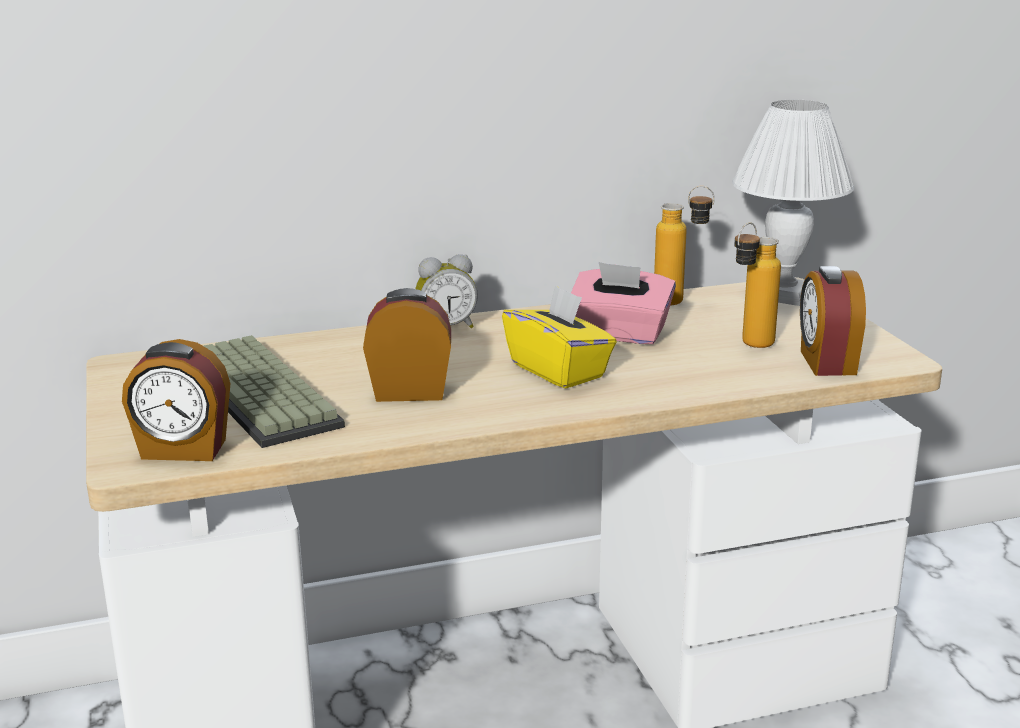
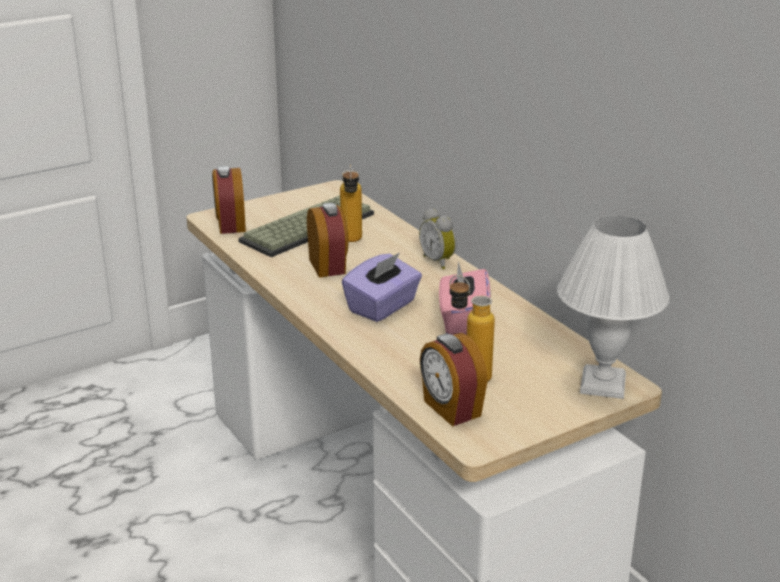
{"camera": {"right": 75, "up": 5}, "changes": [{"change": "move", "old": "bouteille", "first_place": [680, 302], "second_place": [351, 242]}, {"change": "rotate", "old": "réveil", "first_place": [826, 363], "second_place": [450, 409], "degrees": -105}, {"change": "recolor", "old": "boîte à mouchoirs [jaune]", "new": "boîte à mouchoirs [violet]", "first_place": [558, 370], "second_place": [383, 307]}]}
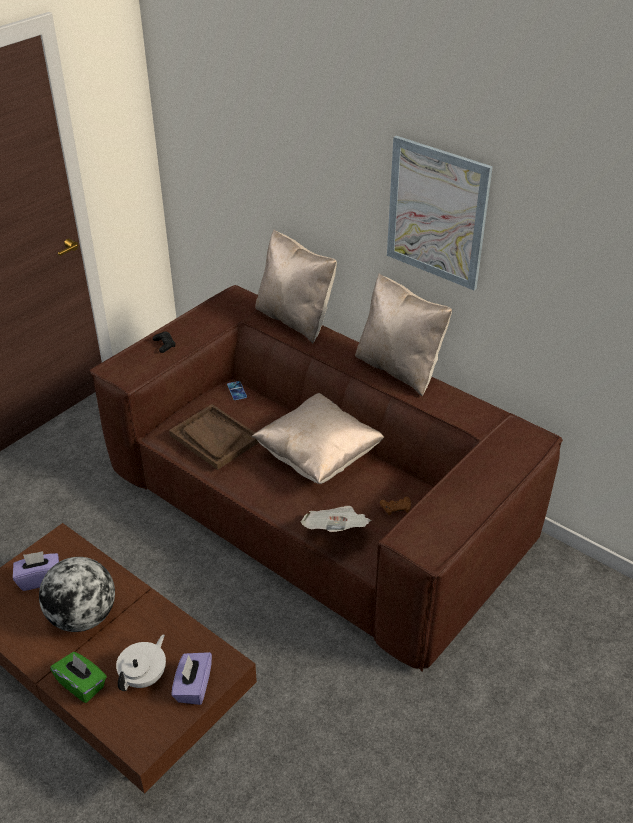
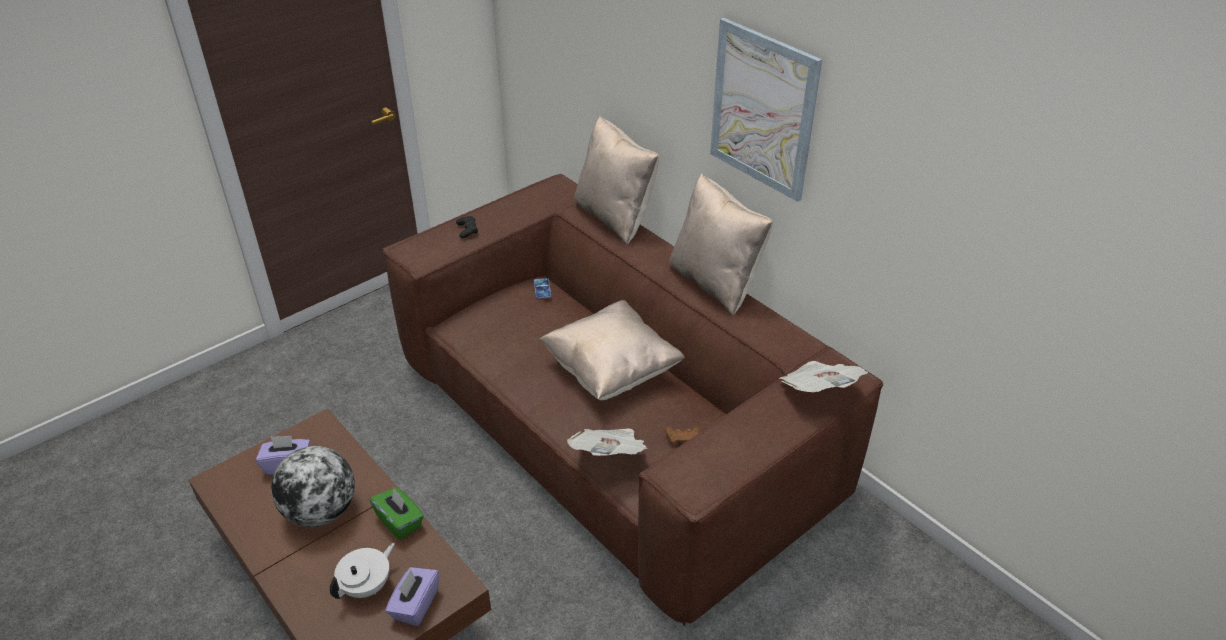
{"camera": {"right": 10, "up": 0}, "changes": [{"change": "delete", "old": "plateau [marron]", "first_place": [214, 438]}, {"change": "move", "old": "boîte à mouchoirs [vert]", "first_place": [82, 685], "second_place": [400, 522]}, {"change": "insert", "new": "journal", "second_place": [819, 391]}]}
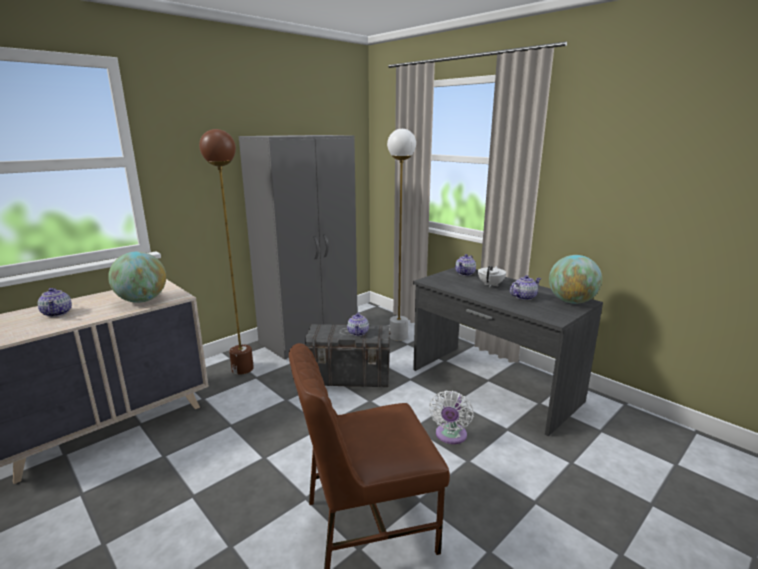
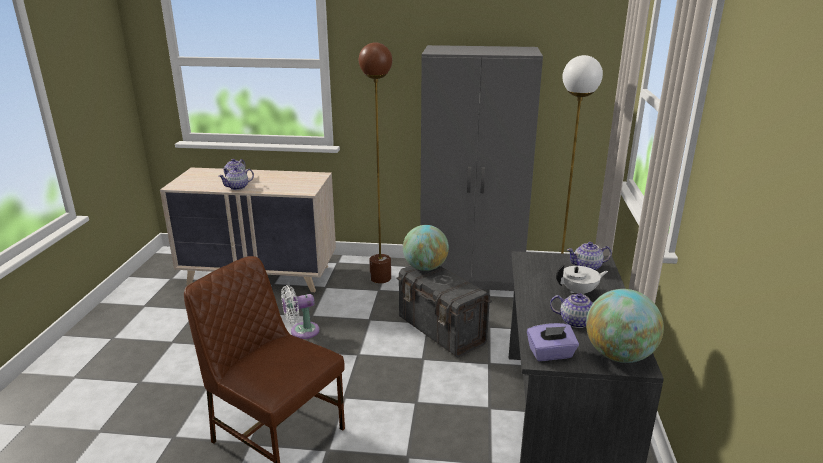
{"camera": {"right": 50, "up": 5}, "changes": [{"change": "move", "old": "globe", "first_place": [142, 300], "second_place": [425, 268]}, {"change": "move", "old": "théière", "first_place": [358, 333], "second_place": [238, 187]}, {"change": "move", "old": "ventilateur [blanc]", "first_place": [450, 436], "second_place": [301, 331]}, {"change": "insert", "new": "boîte à mouchoirs [violet]", "second_place": [551, 354]}]}
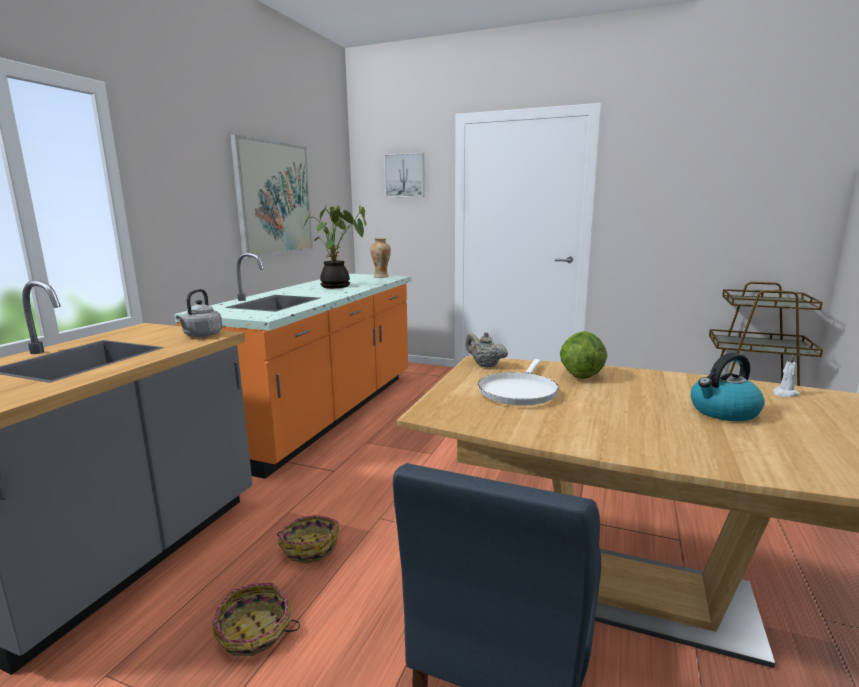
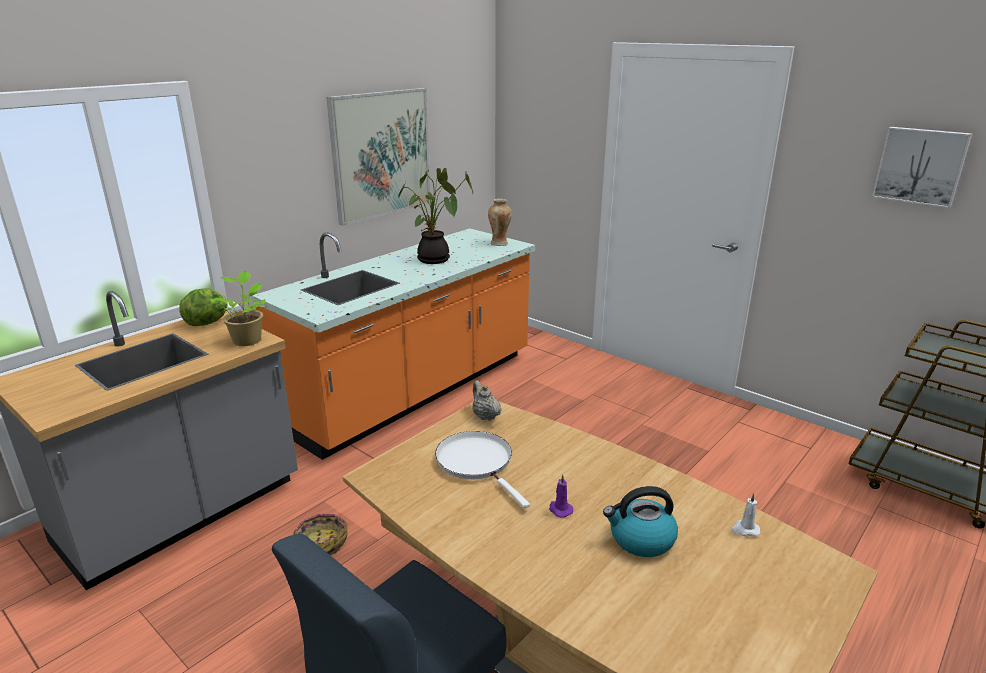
{"camera": {"right": 20, "up": 10}, "changes": [{"change": "move", "old": "tableau", "first_place": [405, 175], "second_place": [920, 166]}, {"change": "replace", "old": "bouilloire [gris]", "new": "plante en pot", "first_place": [201, 335], "second_place": [247, 340]}, {"change": "move", "old": "laitue", "first_place": [581, 375], "second_place": [208, 323]}, {"change": "rotate", "old": "poêle [blanc]", "first_place": [518, 391], "second_place": [477, 462], "degrees": 105}, {"change": "delete", "old": "panier", "first_place": [255, 632]}, {"change": "insert", "new": "bougie [violet]", "second_place": [560, 509]}]}
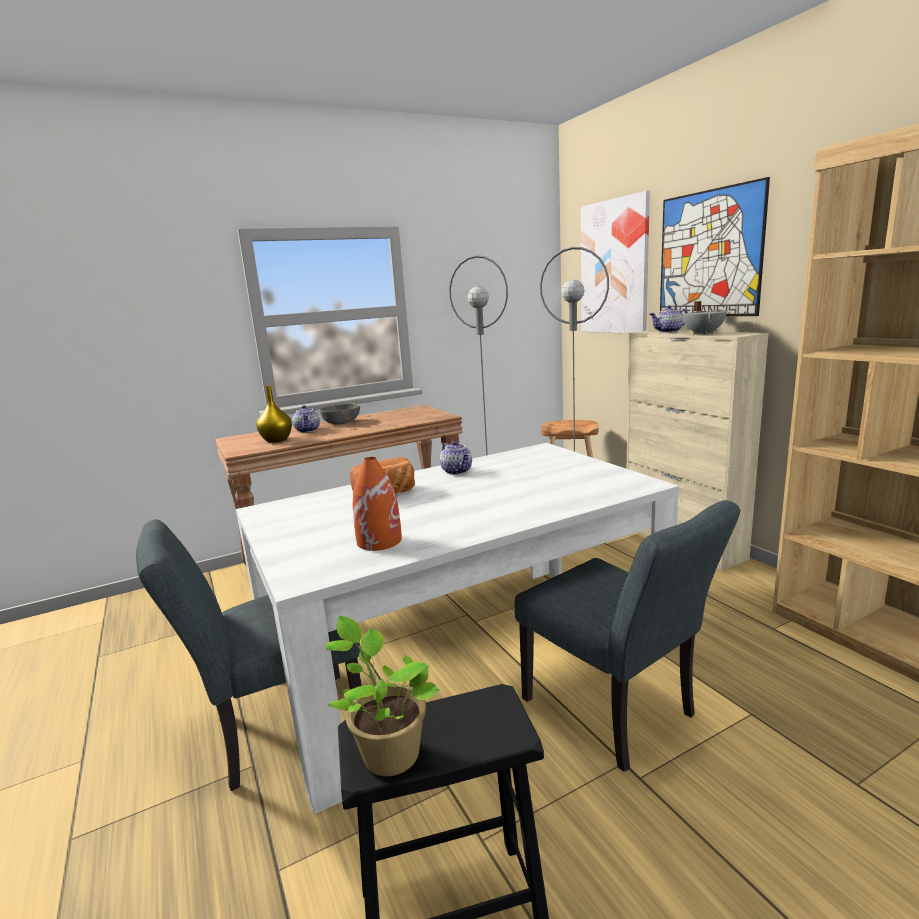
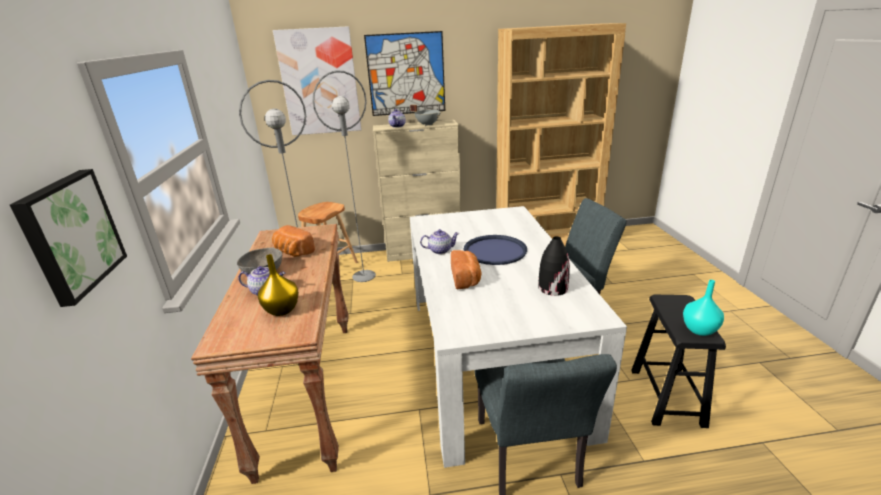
{"camera": {"right": -70, "up": 10}, "changes": [{"change": "recolor", "old": "vase [orange]", "new": "vase [noir]", "first_place": [379, 541], "second_place": [552, 288]}, {"change": "replace", "old": "plante en pot", "new": "vase [turquoise]", "first_place": [388, 752], "second_place": [700, 329]}, {"change": "insert", "new": "tableau", "second_place": [70, 235]}, {"change": "insert", "new": "pain", "second_place": [293, 252]}, {"change": "insert", "new": "plateau [bleu]", "second_place": [495, 250]}]}
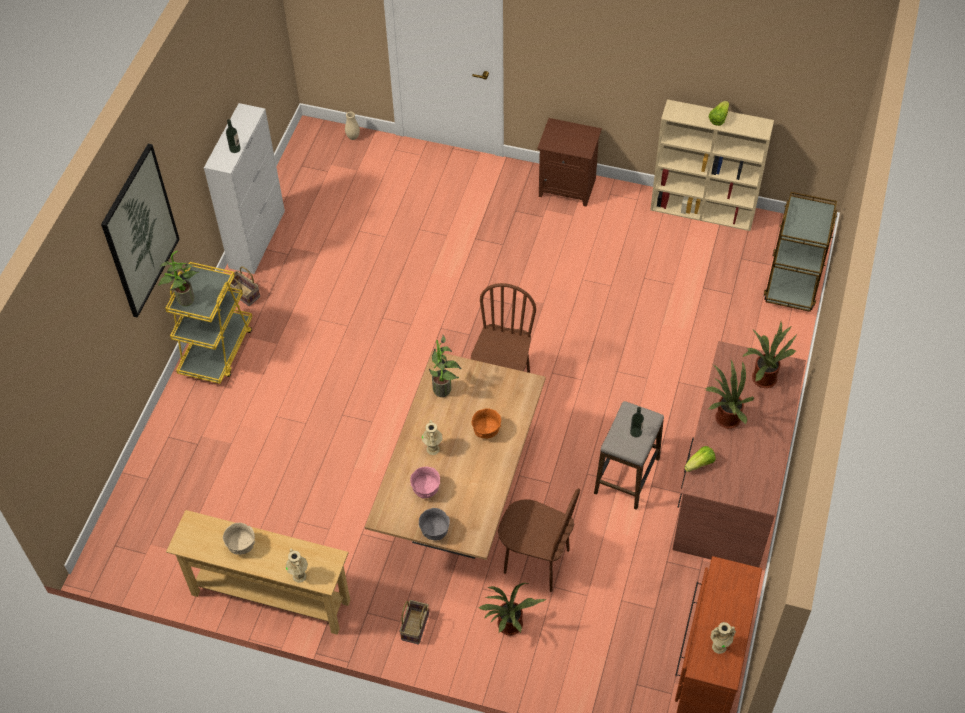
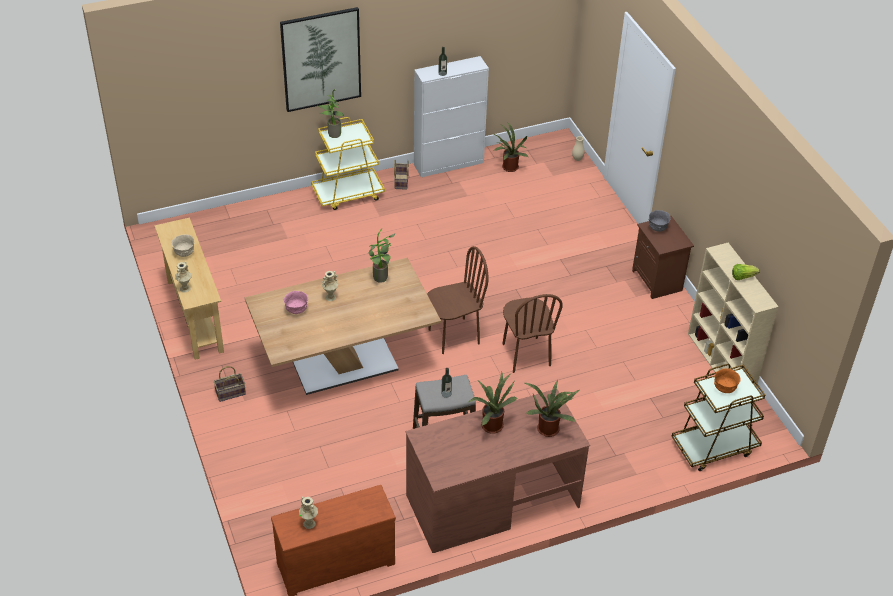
{"camera": {"right": 50, "up": -10}, "changes": [{"change": "move", "old": "bol [orange]", "first_place": [486, 431], "second_place": [724, 388]}, {"change": "delete", "old": "laitue", "first_place": [700, 464]}, {"change": "move", "old": "chaise [marron]", "first_place": [536, 562], "second_place": [525, 355]}, {"change": "move", "old": "bol [gris]", "first_place": [435, 532], "second_place": [657, 228]}, {"change": "move", "old": "plante en pot", "first_place": [509, 627], "second_place": [508, 168]}]}
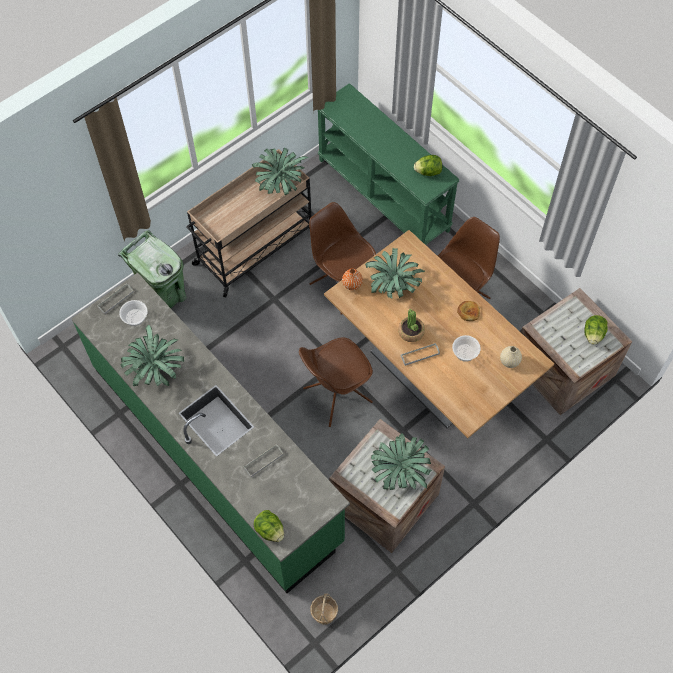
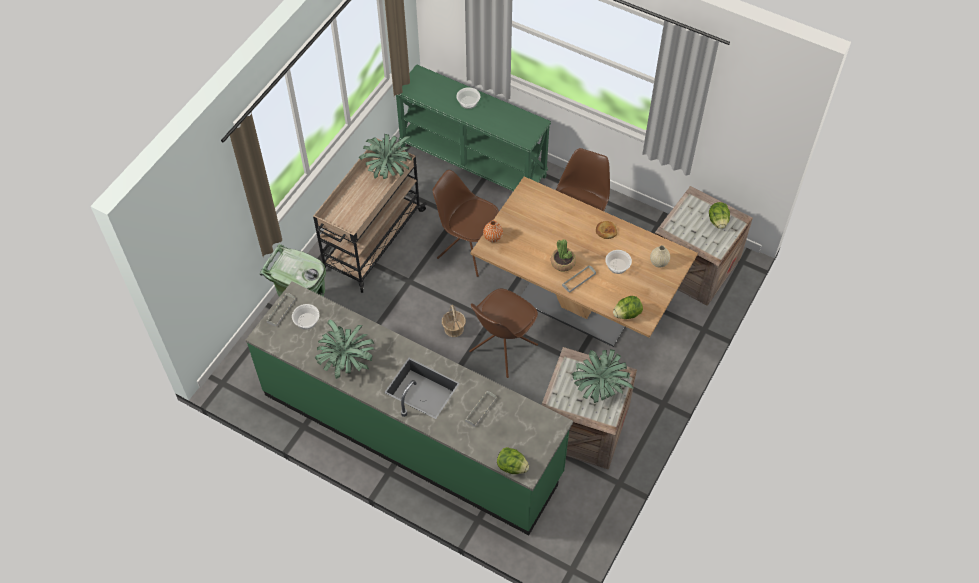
{"camera": {"right": -20, "up": -5}, "changes": [{"change": "move", "old": "laitue", "first_place": [428, 172], "second_place": [627, 314]}, {"change": "delete", "old": "plante en pot", "first_place": [393, 284]}, {"change": "move", "old": "panier", "first_place": [324, 613], "second_place": [453, 329]}, {"change": "insert", "new": "bol", "second_place": [468, 102]}]}
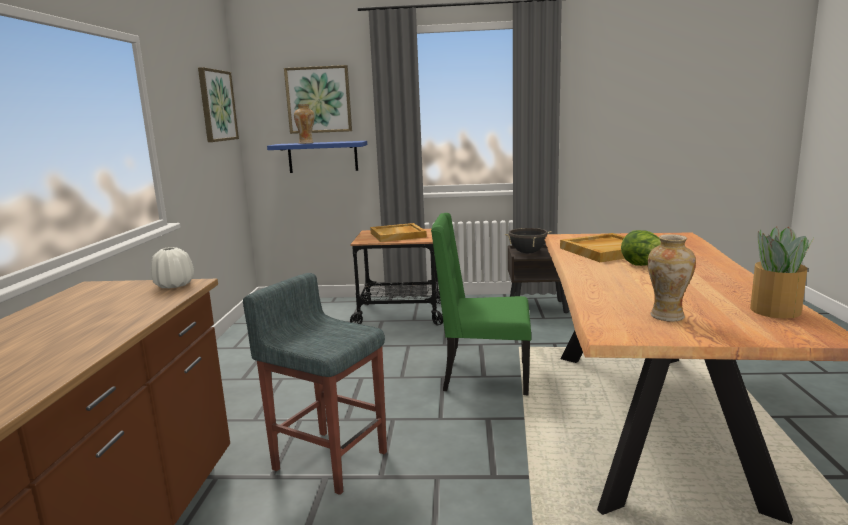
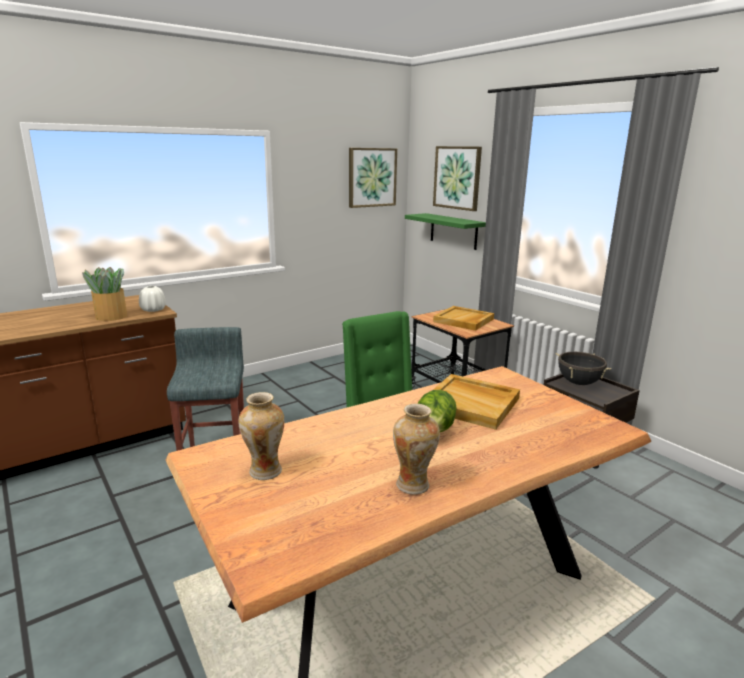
{"camera": {"right": 50, "up": 5}, "changes": [{"change": "move", "old": "vase", "first_place": [306, 143], "second_place": [413, 485]}, {"change": "recolor", "old": "étagère [bleu]", "new": "étagère [vert]", "first_place": [323, 157], "second_place": [453, 231]}, {"change": "move", "old": "plante en pot", "first_place": [774, 310], "second_place": [110, 316]}]}
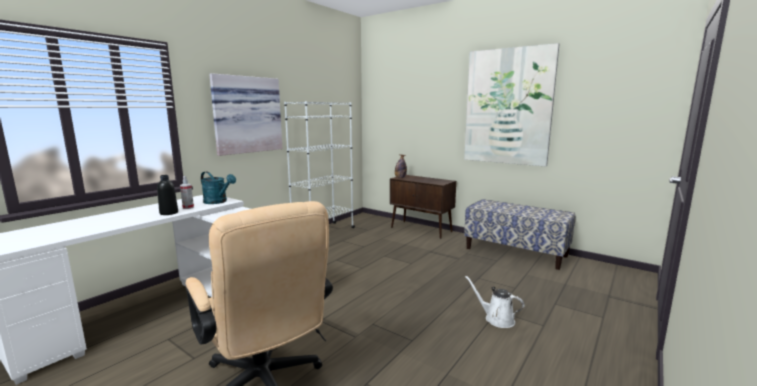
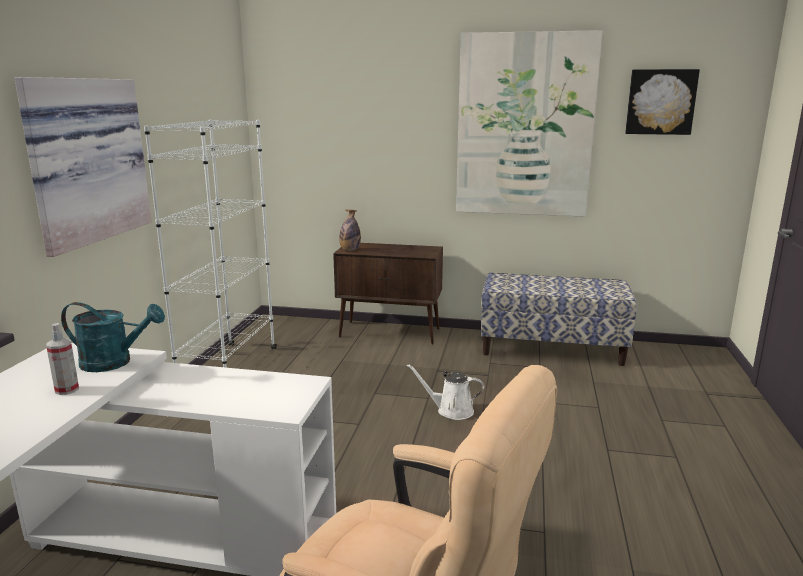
{"camera": {"right": -25, "up": 5}, "changes": [{"change": "delete", "old": "bouteille [noir]", "first_place": [169, 213]}, {"change": "move", "old": "arrosoir [blanc]", "first_place": [496, 319], "second_place": [451, 410]}, {"change": "insert", "new": "tableau", "second_place": [660, 102]}]}
